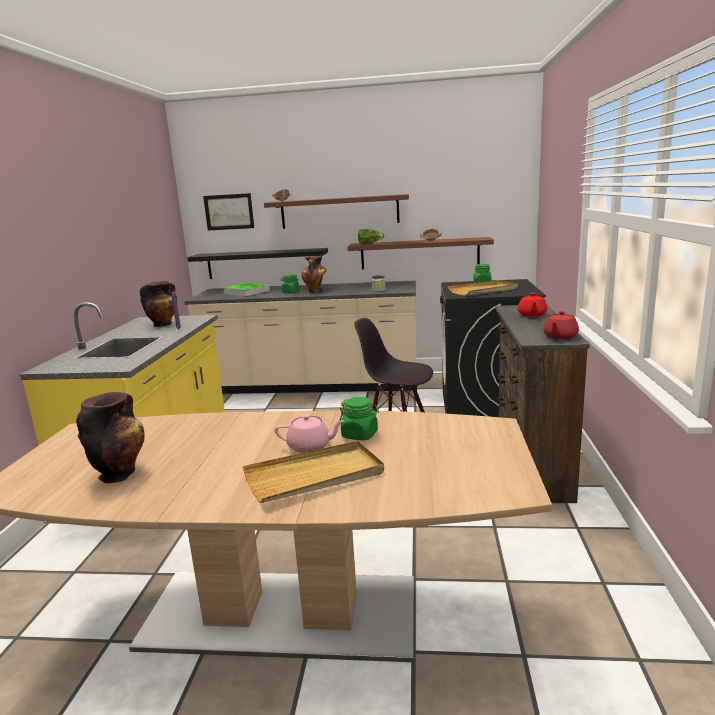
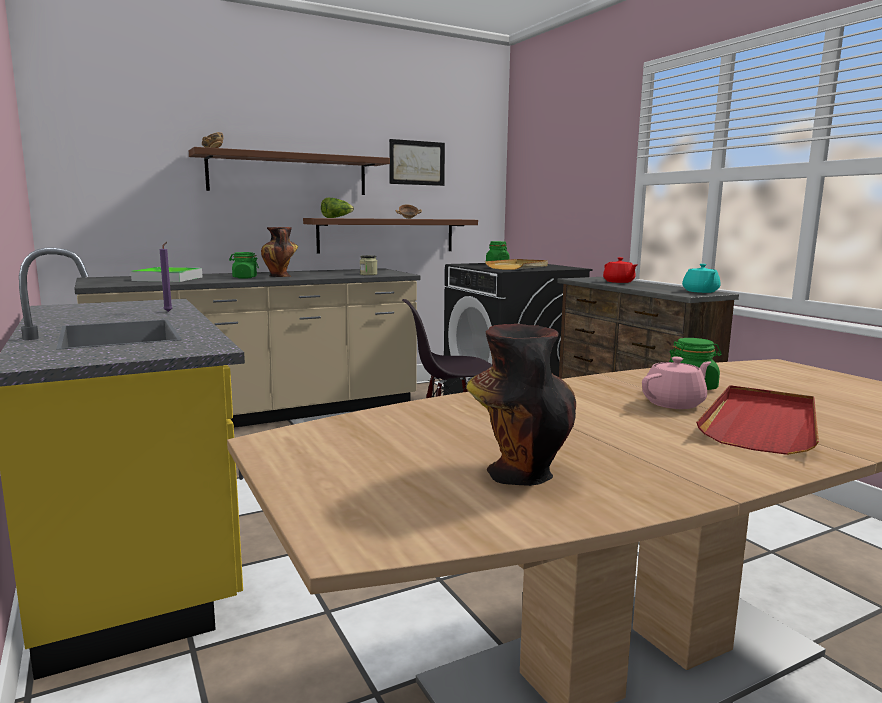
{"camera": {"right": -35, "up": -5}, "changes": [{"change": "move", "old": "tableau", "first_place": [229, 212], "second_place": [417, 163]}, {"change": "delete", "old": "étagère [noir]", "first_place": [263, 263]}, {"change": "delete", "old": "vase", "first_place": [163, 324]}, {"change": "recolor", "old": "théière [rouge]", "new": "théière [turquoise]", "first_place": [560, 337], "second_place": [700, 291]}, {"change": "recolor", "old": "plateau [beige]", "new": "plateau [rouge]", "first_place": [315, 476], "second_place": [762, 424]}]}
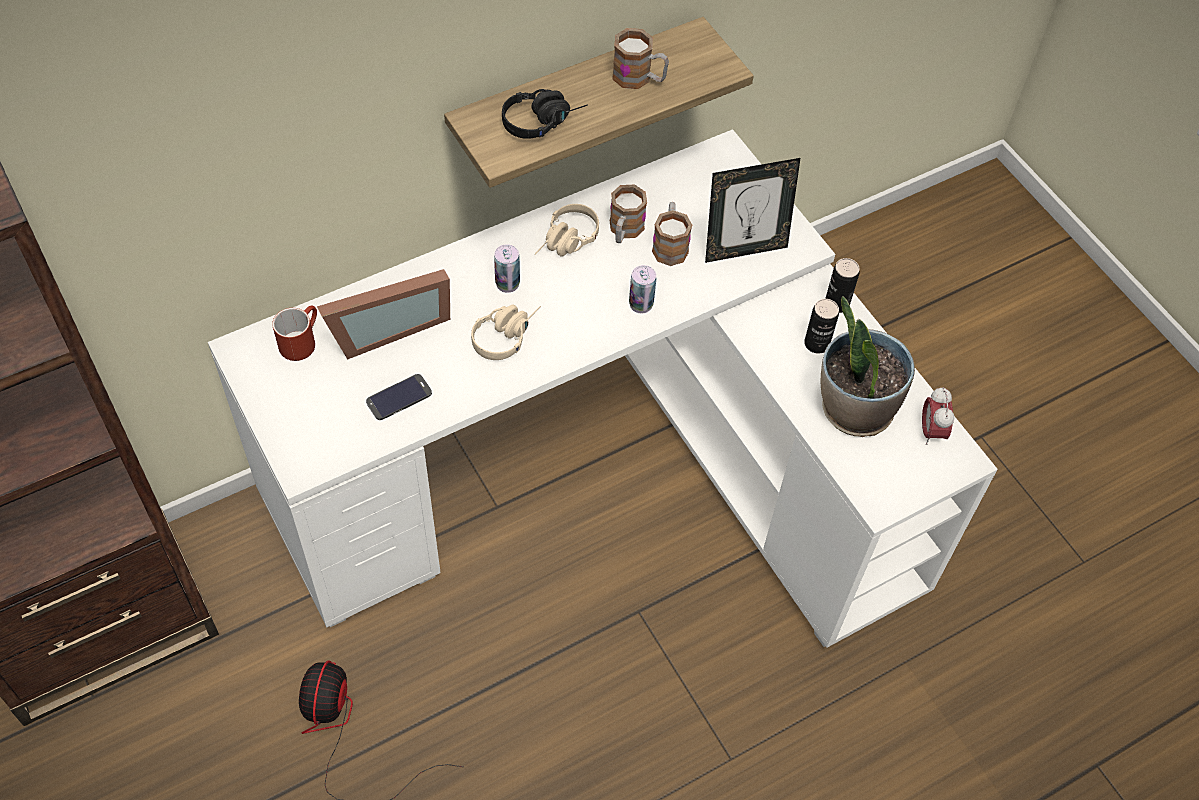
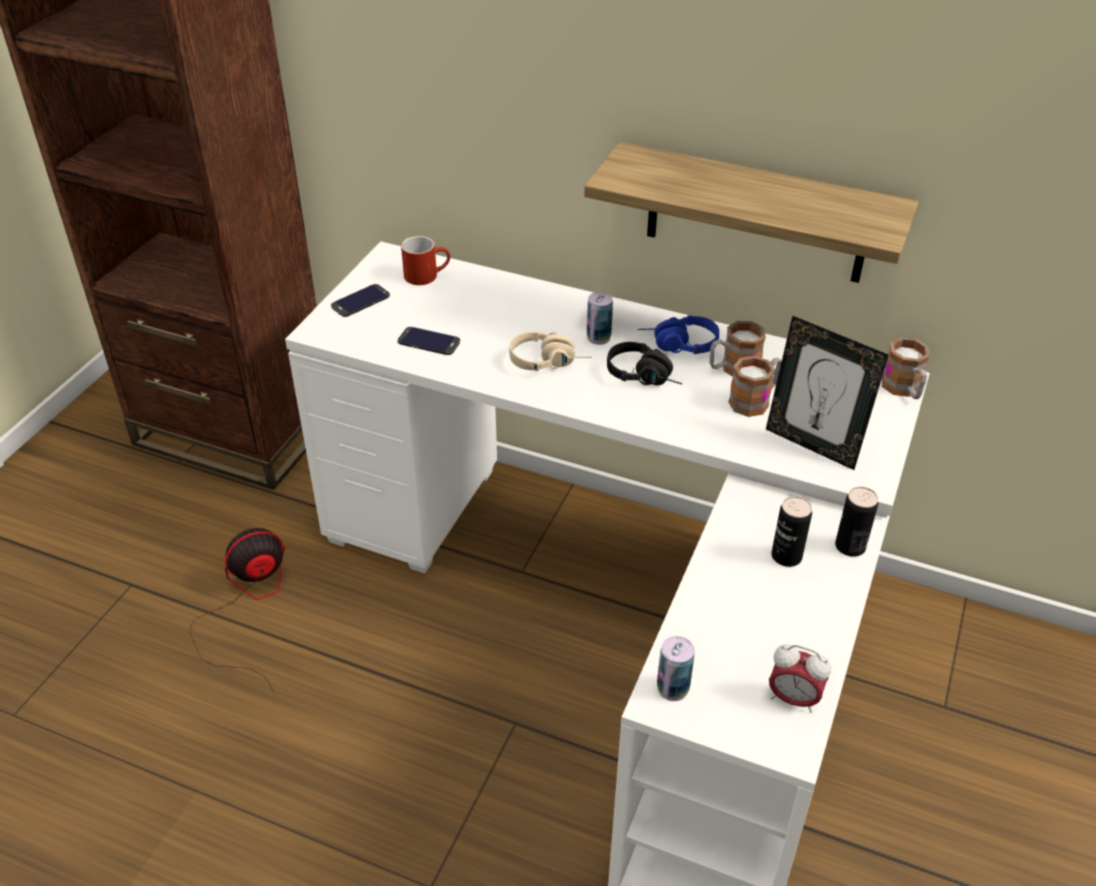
{"camera": {"right": 55, "up": -15}, "changes": [{"change": "move", "old": "mug", "first_place": [639, 78], "second_place": [904, 389]}, {"change": "move", "old": "casque audio [noir]", "first_place": [543, 120], "second_place": [646, 377]}, {"change": "recolor", "old": "casque audio [beige]", "new": "casque audio [bleu]", "first_place": [566, 243], "second_place": [677, 346]}, {"change": "move", "old": "boîte métallique", "first_place": [641, 304], "second_place": [672, 688]}, {"change": "delete", "old": "cadre photo", "first_place": [386, 327]}, {"change": "delete", "old": "plante en pot", "first_place": [854, 409]}, {"change": "rotate", "old": "réveil", "first_place": [931, 431], "second_place": [793, 699], "degrees": -120}, {"change": "insert", "new": "téléphone", "second_place": [360, 301]}]}
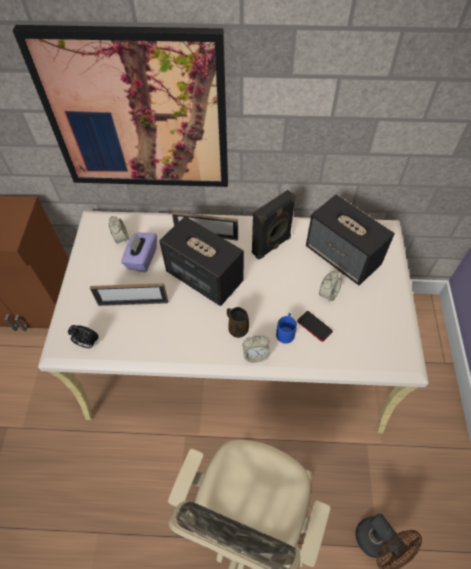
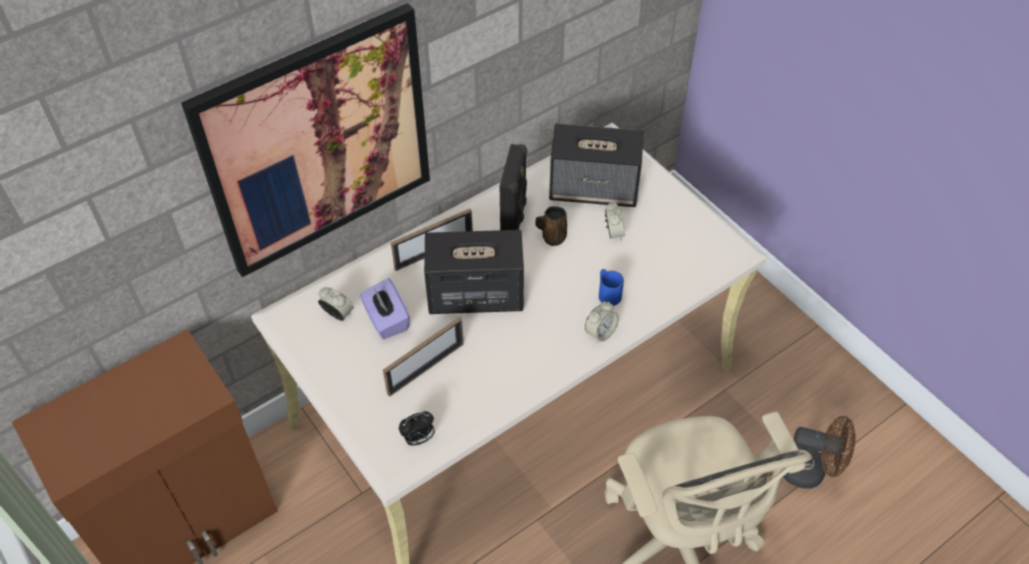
{"camera": {"right": -40, "up": -5}, "changes": [{"change": "move", "old": "mug [marron]", "first_place": [237, 329], "second_place": [552, 237]}, {"change": "delete", "old": "téléphone", "first_place": [314, 326]}]}
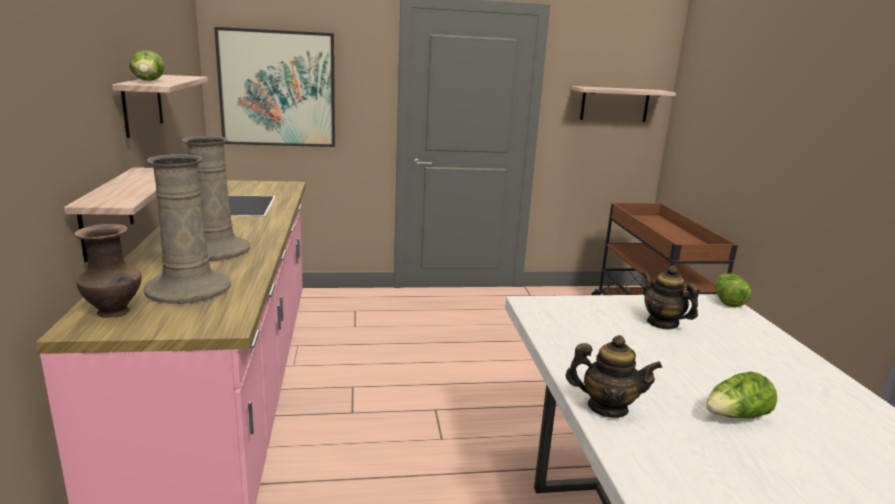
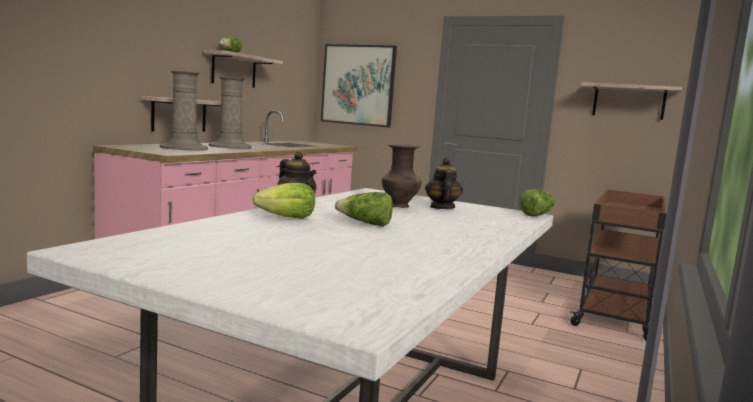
{"camera": {"right": 35, "up": -10}, "changes": [{"change": "move", "old": "vase [marron]", "first_place": [115, 313], "second_place": [399, 206]}, {"change": "insert", "new": "laitue", "second_place": [287, 218]}]}
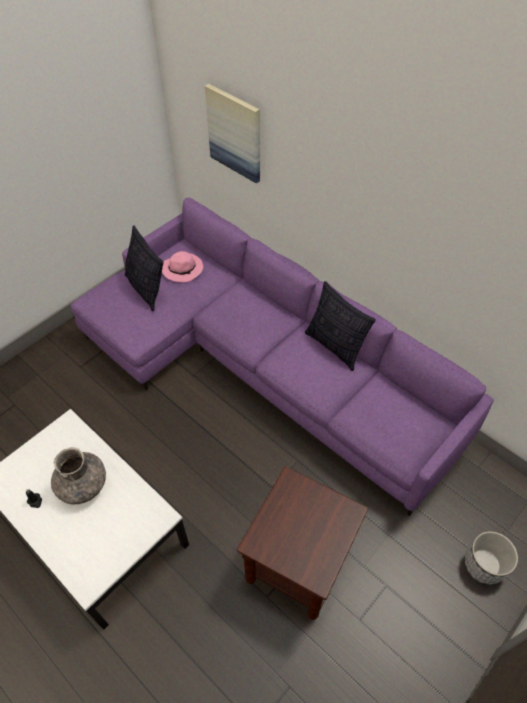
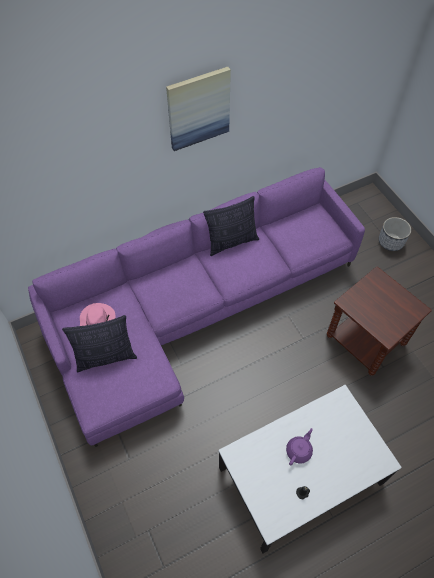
{"camera": {"right": -70, "up": 5}, "changes": [{"change": "move", "old": "tableau", "first_place": [235, 133], "second_place": [198, 109]}, {"change": "replace", "old": "vase [gris]", "new": "théière [violet]", "first_place": [83, 485], "second_place": [299, 451]}]}
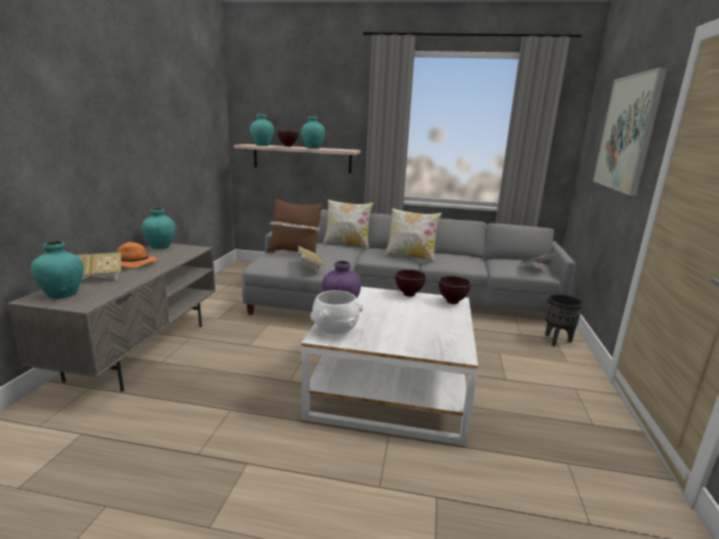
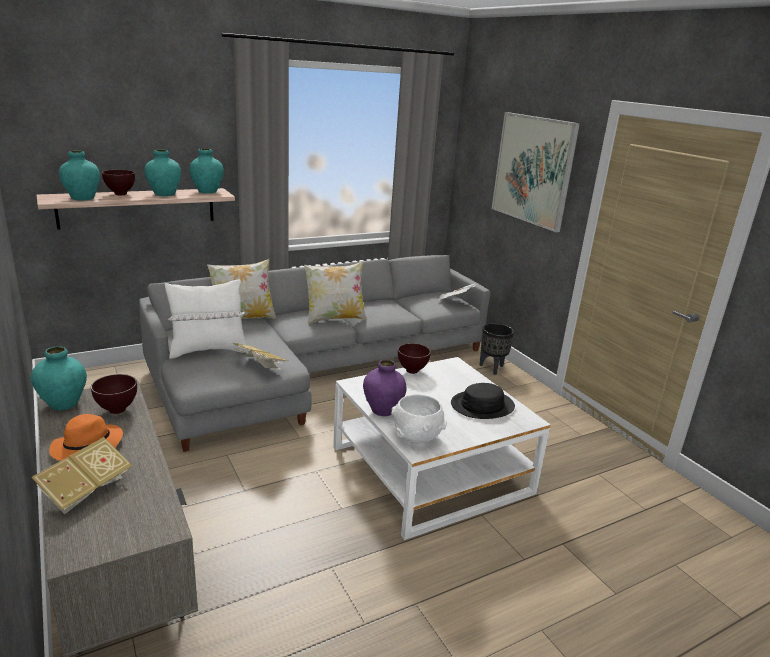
{"camera": {"right": -40, "up": 5}, "changes": [{"change": "recolor", "old": "coussin [marron]", "new": "coussin [blanc]", "first_place": [294, 253], "second_place": [208, 350]}, {"change": "move", "old": "vase [turquoise]", "first_place": [63, 294], "second_place": [207, 191]}, {"change": "move", "old": "bol [marron]", "first_place": [453, 302], "second_place": [118, 410]}, {"change": "insert", "new": "chapeau [noir]", "second_place": [482, 406]}]}
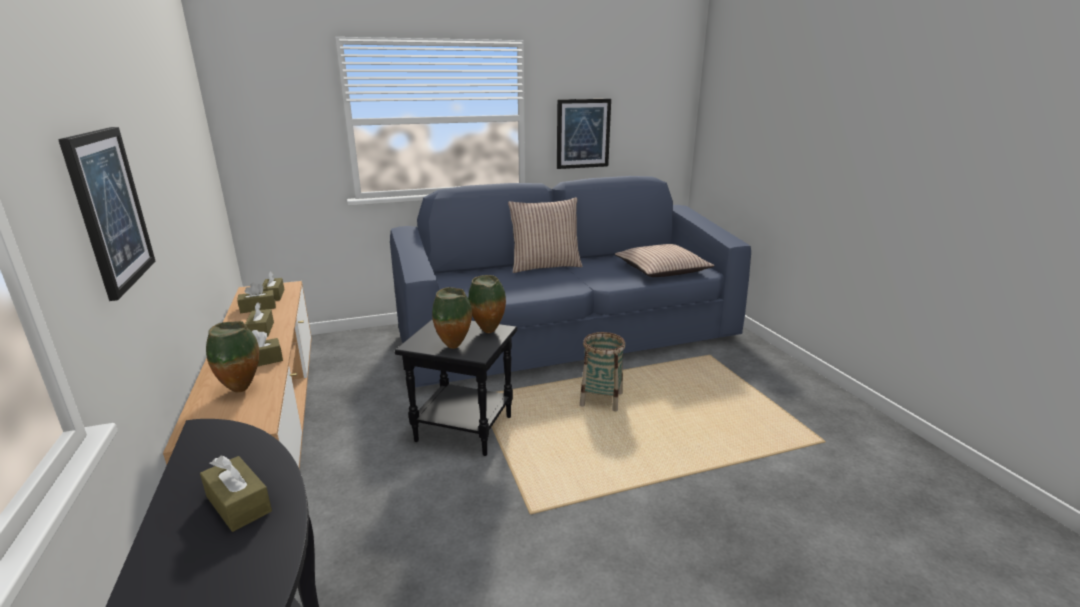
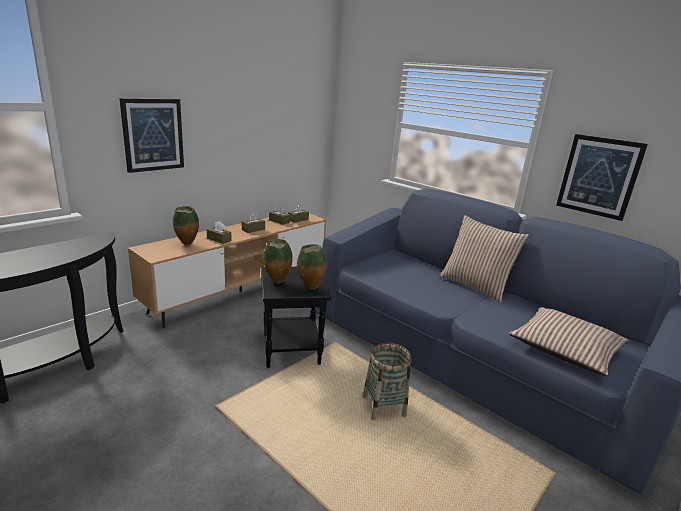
{"camera": {"right": 60, "up": 0}, "changes": [{"change": "delete", "old": "boîte à mouchoirs [marron]", "first_place": [238, 504]}]}
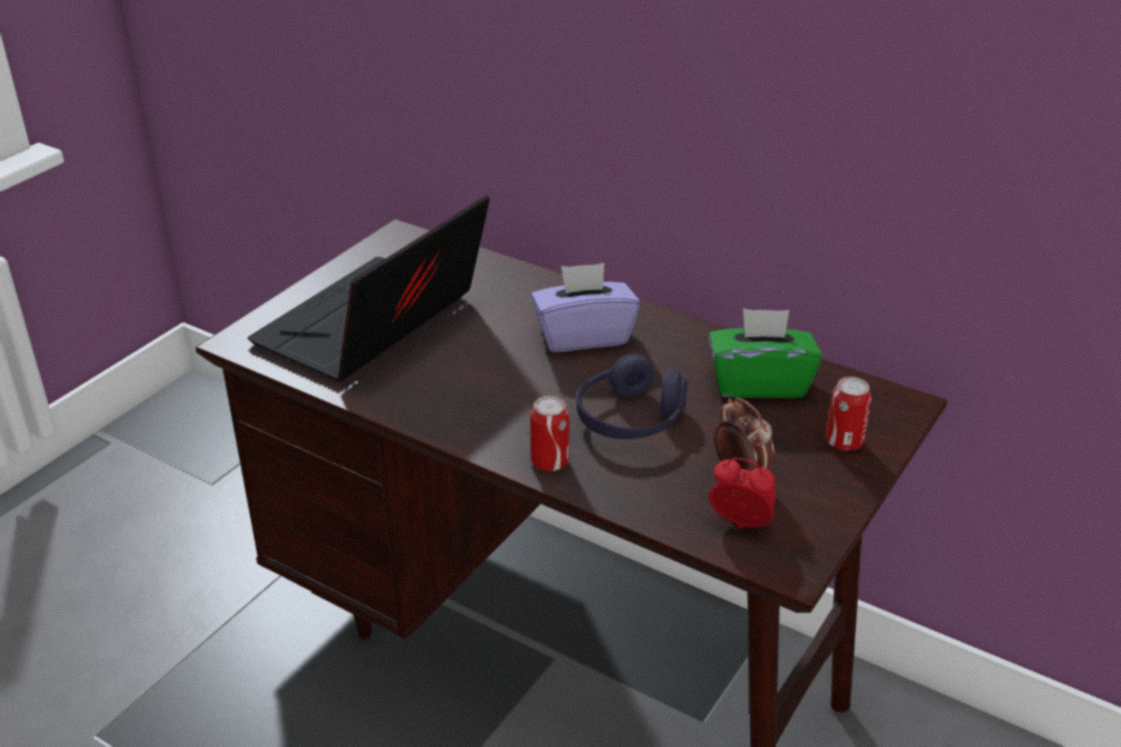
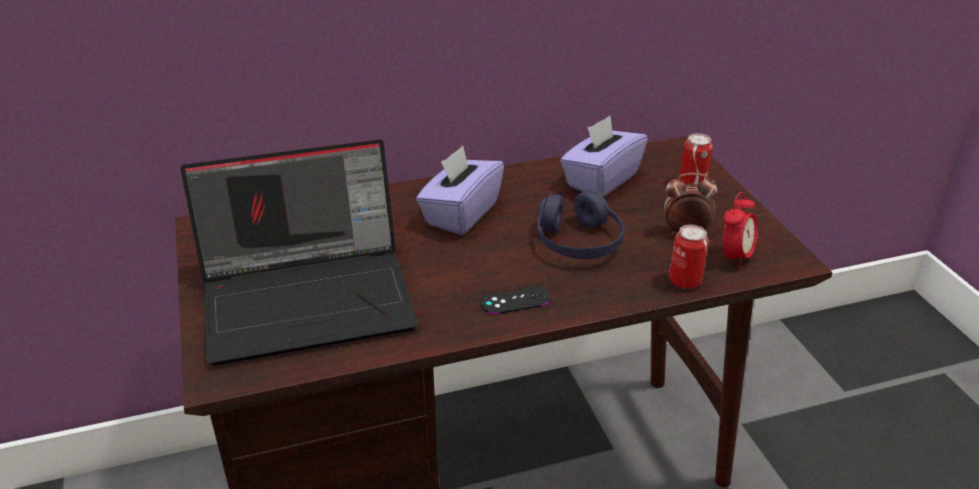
{"camera": {"right": -50, "up": 0}, "changes": [{"change": "rotate", "old": "ordinateur portable", "first_place": [373, 327], "second_place": [310, 297], "degrees": -90}, {"change": "recolor", "old": "boîte à mouchoirs [vert]", "new": "boîte à mouchoirs [violet]", "first_place": [759, 383], "second_place": [601, 180]}, {"change": "move", "old": "boîte métallique", "first_place": [550, 461], "second_place": [684, 281]}, {"change": "rotate", "old": "réveil", "first_place": [741, 525], "second_place": [735, 257], "degrees": 150}, {"change": "insert", "new": "manette [noir]", "second_place": [515, 300]}]}
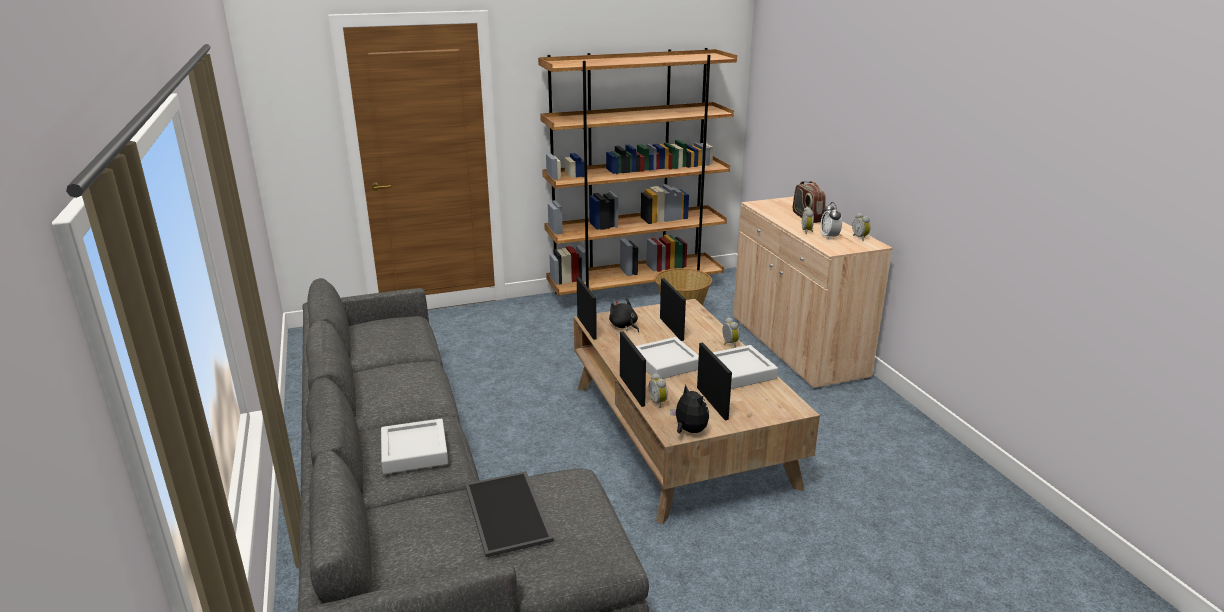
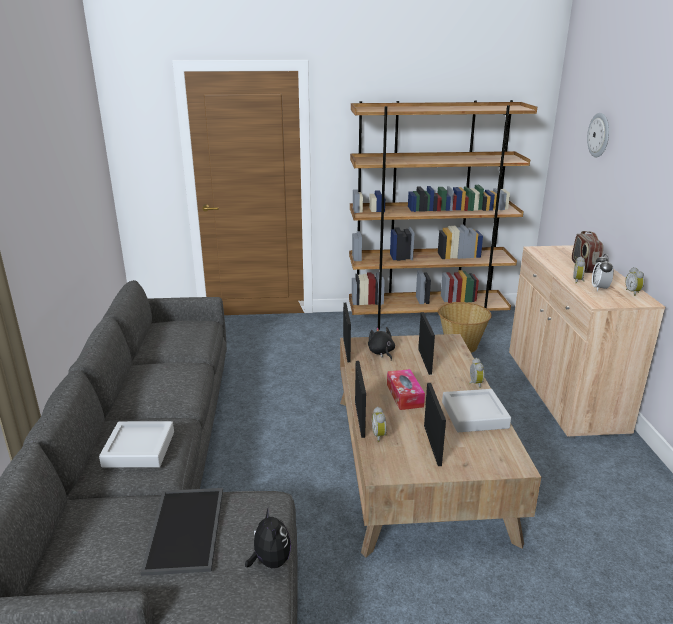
{"camera": {"right": 15, "up": 0}, "changes": [{"change": "replace", "old": "plateau [gris]", "new": "boîte à mouchoirs", "first_place": [666, 363], "second_place": [404, 395]}, {"change": "move", "old": "peluche", "first_place": [689, 431], "second_place": [270, 561]}, {"change": "insert", "new": "horloge murale", "second_place": [599, 135]}]}
